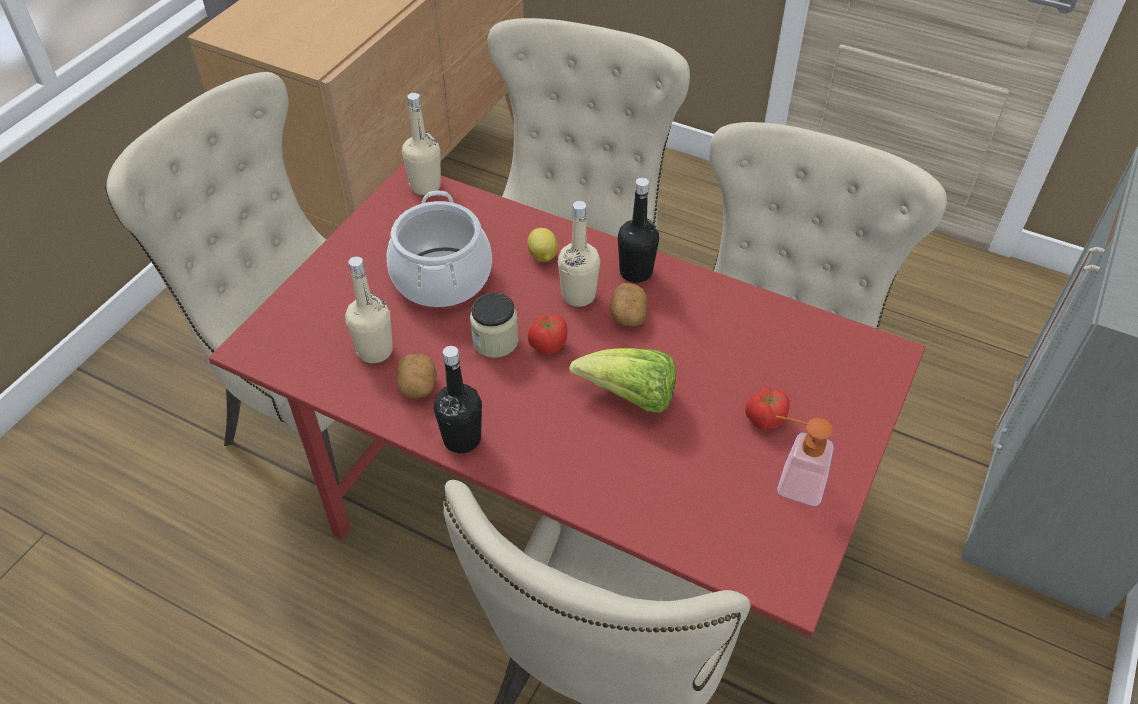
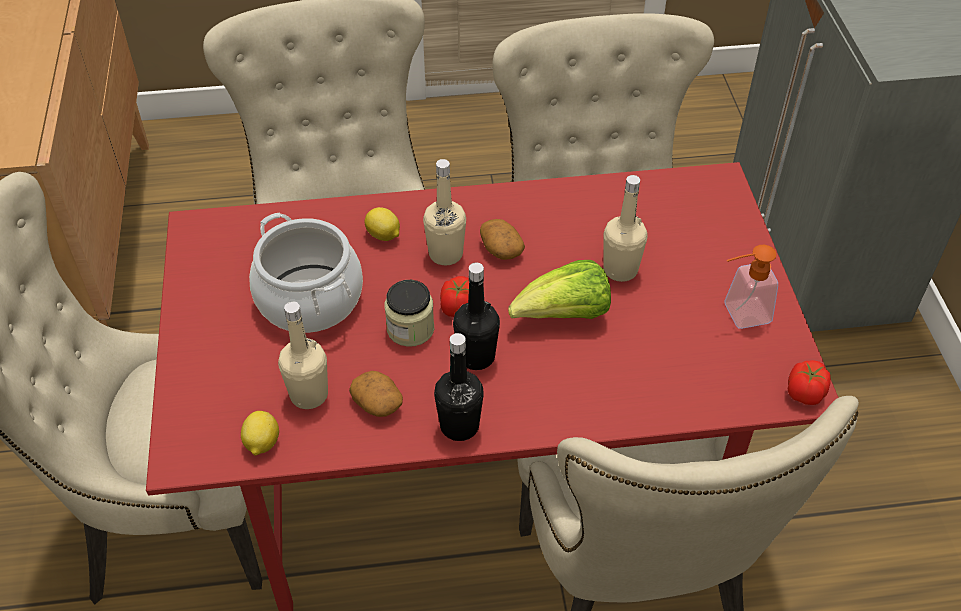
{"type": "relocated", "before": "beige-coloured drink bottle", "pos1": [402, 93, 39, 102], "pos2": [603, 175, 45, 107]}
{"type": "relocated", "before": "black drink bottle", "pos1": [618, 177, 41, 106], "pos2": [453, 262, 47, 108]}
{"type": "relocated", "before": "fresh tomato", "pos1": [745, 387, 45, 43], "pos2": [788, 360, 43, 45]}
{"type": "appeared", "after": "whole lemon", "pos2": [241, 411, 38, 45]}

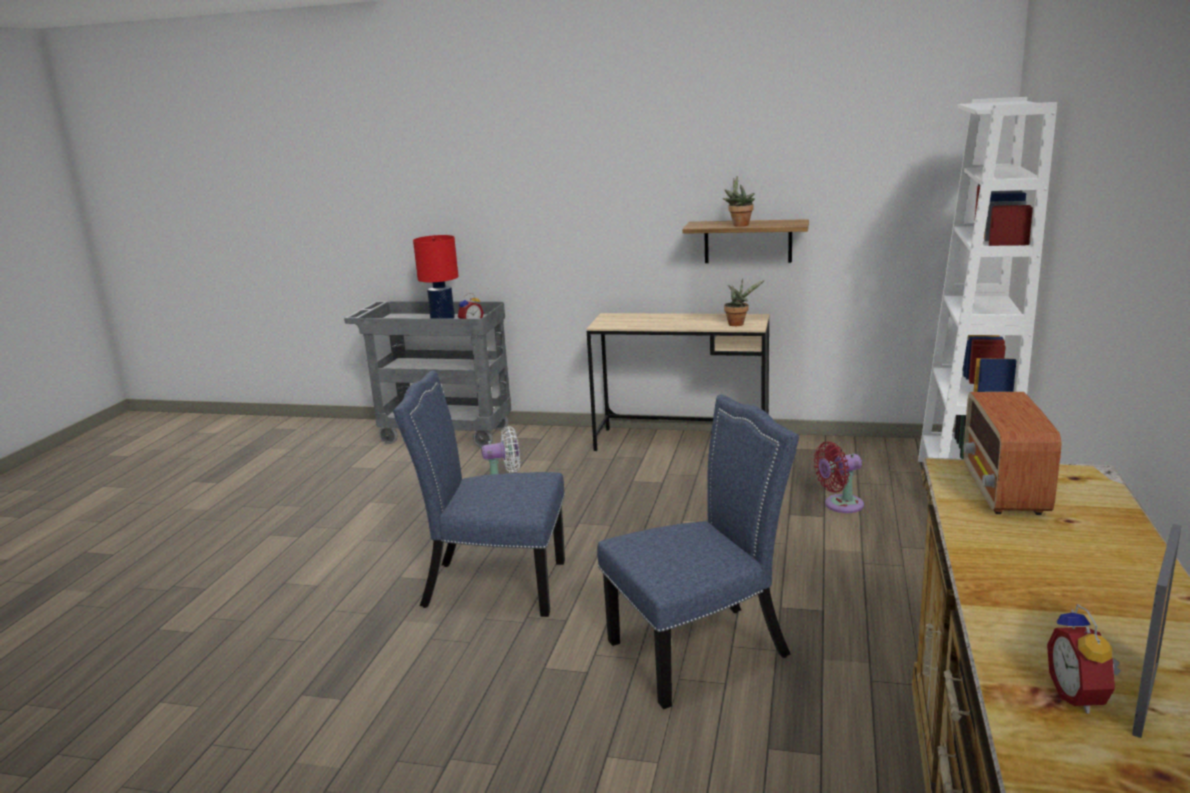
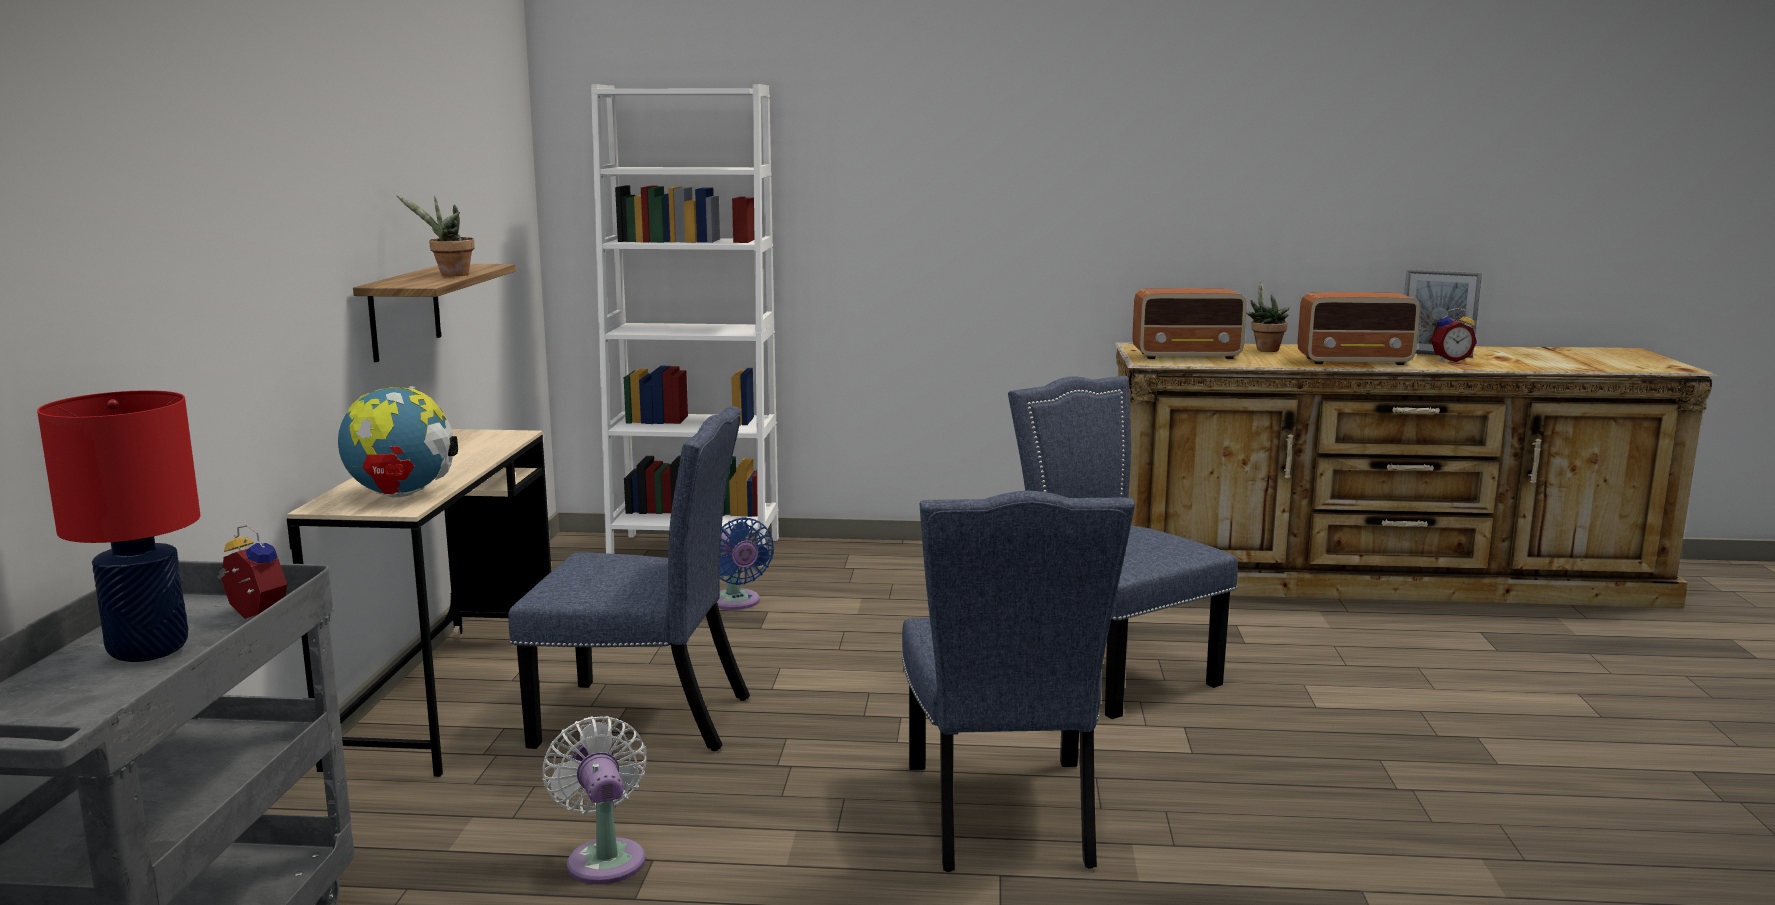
{"type": "relocated", "before": "houseplant", "pos1": [724, 279, 41, 47], "pos2": [1246, 282, 44, 70]}
{"type": "colour", "before": "red-coloured electric fan", "after": "bluish electric fan", "pos1": [814, 442, 50, 71], "pos2": [717, 517, 57, 93]}
{"type": "appeared", "after": "radio", "pos2": [1297, 292, 123, 73]}
{"type": "appeared", "after": "globe", "pos2": [338, 386, 120, 111]}
{"type": "appeared", "after": "bluish plain chair", "pos2": [509, 406, 241, 345]}

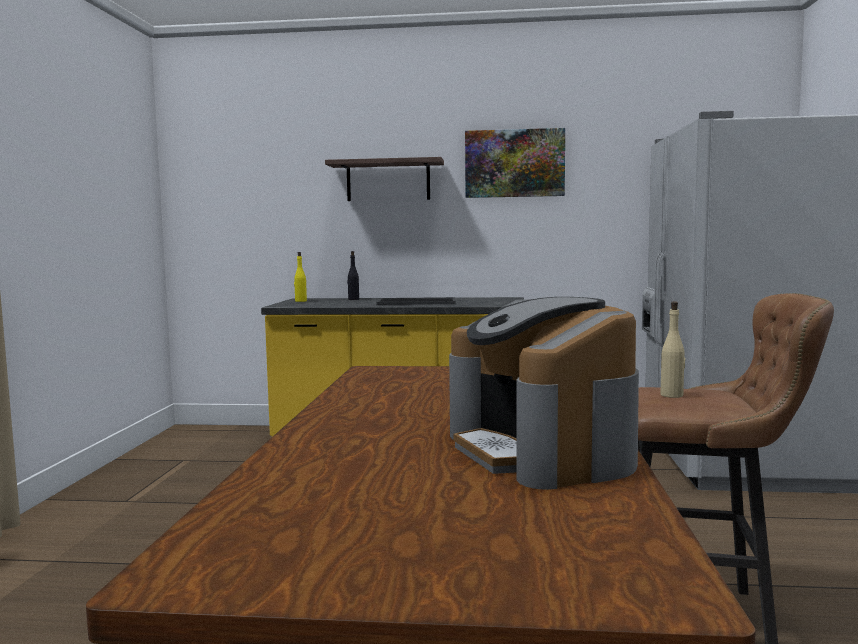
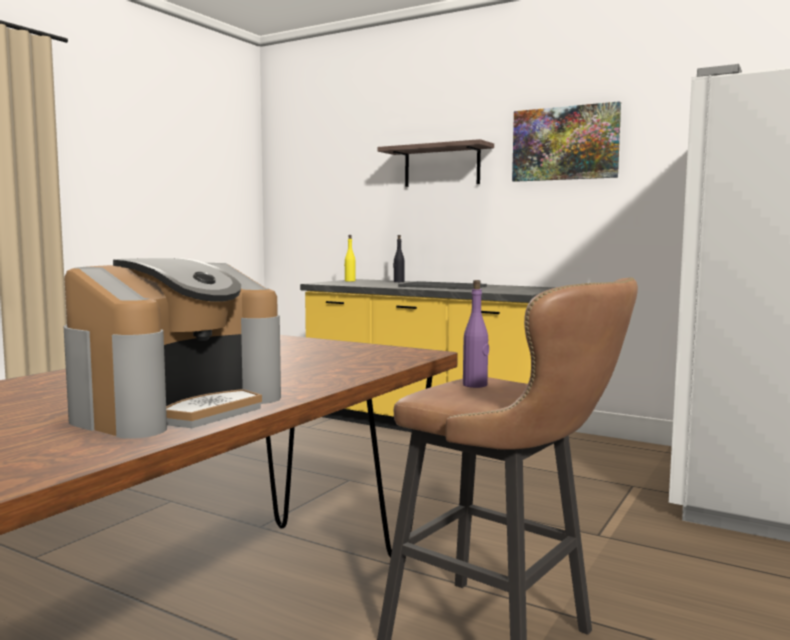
{"type": "spun", "before": "coffee brewer", "pos1": [449, 297, 190, 193], "pos2": [64, 258, 217, 181], "turn": -150}
{"type": "colour", "before": "beige-coloured drink bottle", "after": "purple-coloured drink bottle", "pos1": [660, 301, 25, 97], "pos2": [463, 280, 26, 108]}

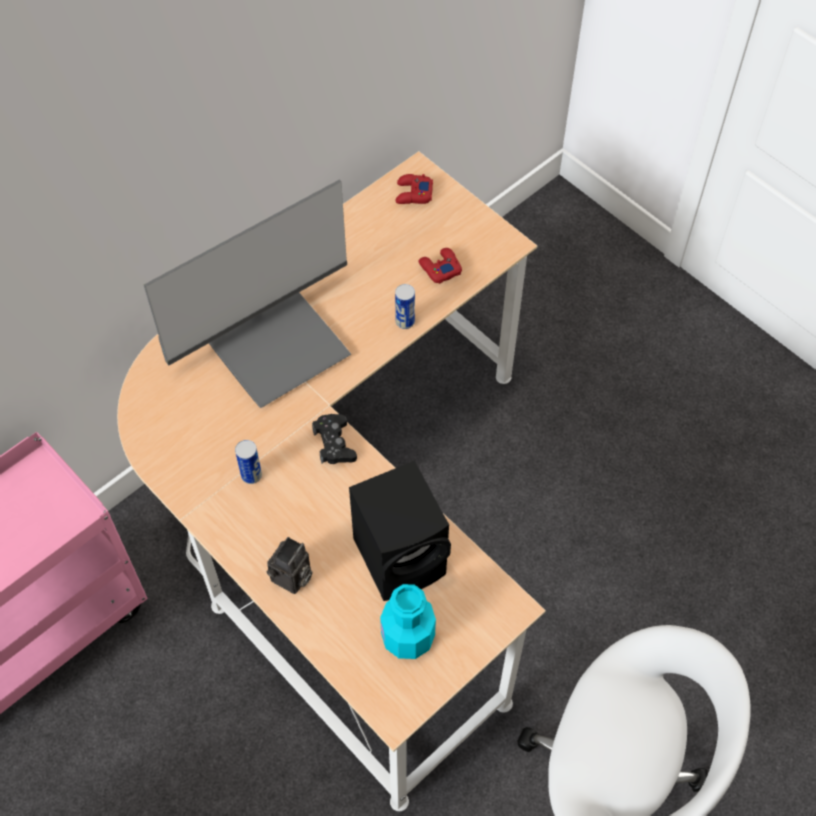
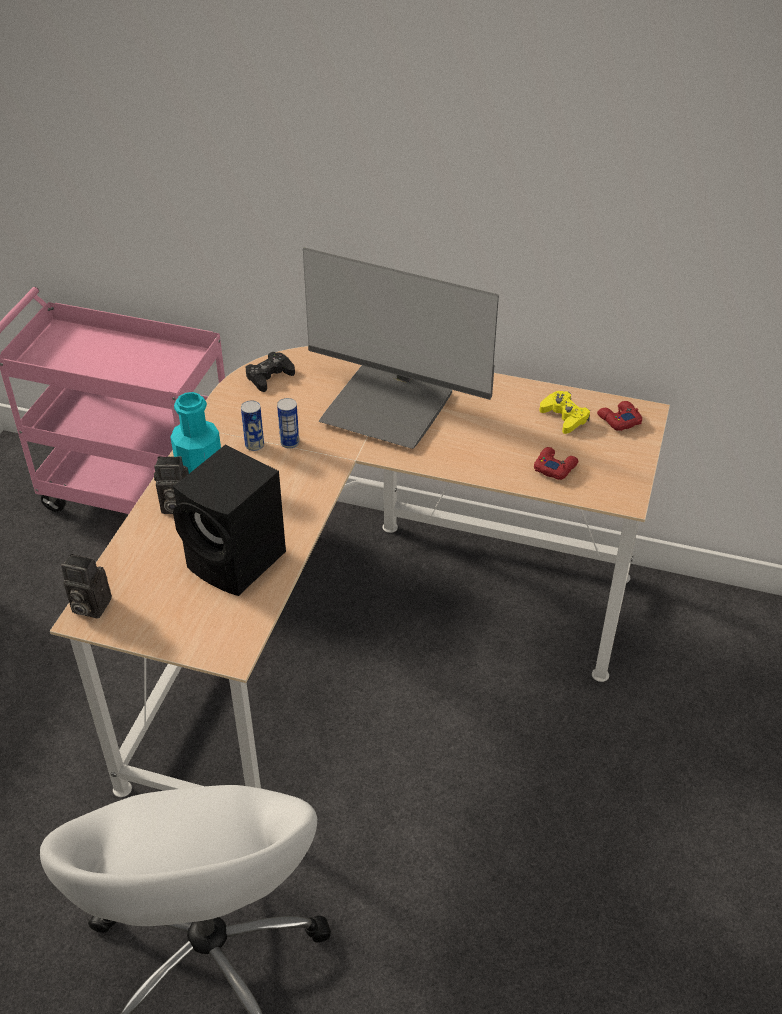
{"type": "relocated", "before": "sealed can", "pos1": [395, 284, 20, 45], "pos2": [277, 398, 22, 51]}
{"type": "relocated", "before": "black game controller", "pos1": [312, 414, 45, 50], "pos2": [246, 352, 49, 40]}
{"type": "relocated", "before": "turquoise drink bottle", "pos1": [380, 584, 56, 75], "pos2": [170, 392, 51, 81]}
{"type": "appeared", "after": "yellow-coloured game controller", "pos2": [539, 391, 51, 43]}
{"type": "appeared", "after": "still camera", "pos2": [61, 554, 51, 64]}

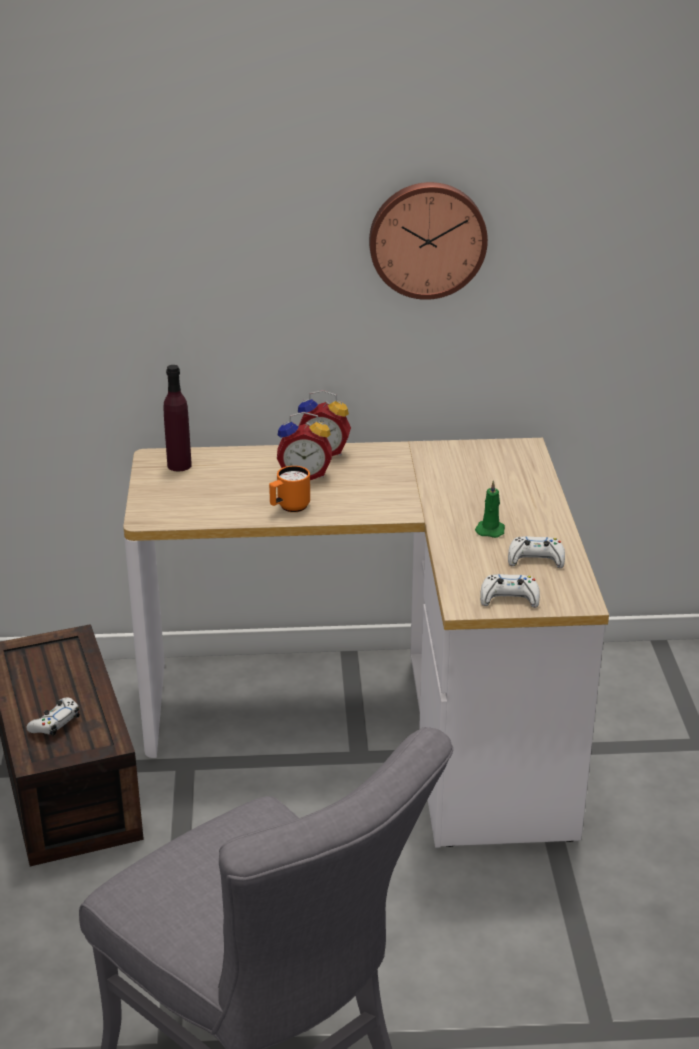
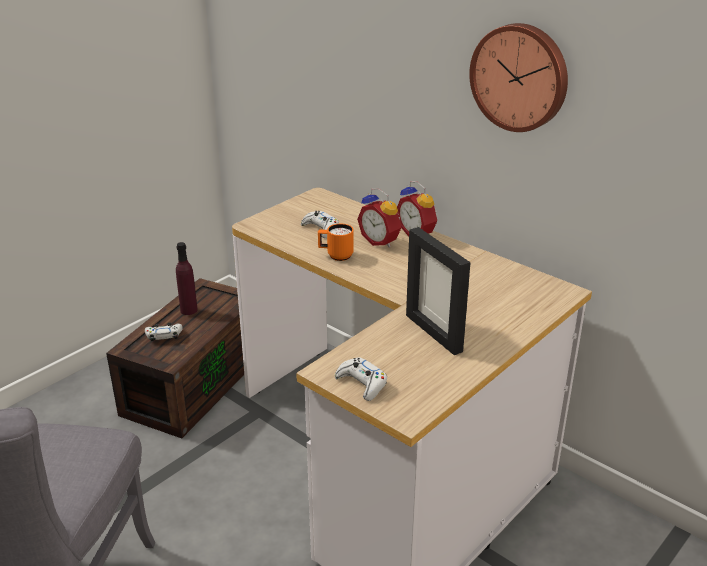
{"type": "relocated", "before": "purple-coloured drink bottle", "pos1": [163, 365, 29, 106], "pos2": [176, 242, 22, 73]}
{"type": "exchanged", "before": "greenish wax light", "after": "standing frame", "pos1": [475, 480, 30, 58], "pos2": [406, 227, 65, 128]}
{"type": "relocated", "before": "whitish game controller", "pos1": [508, 536, 57, 32], "pos2": [301, 211, 38, 27]}

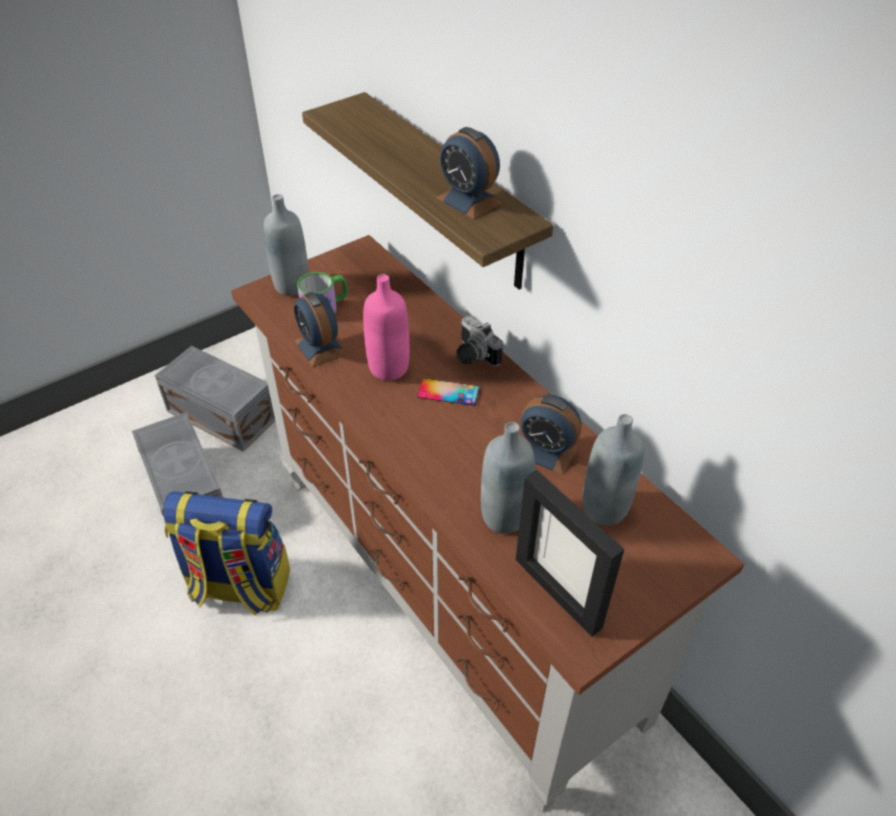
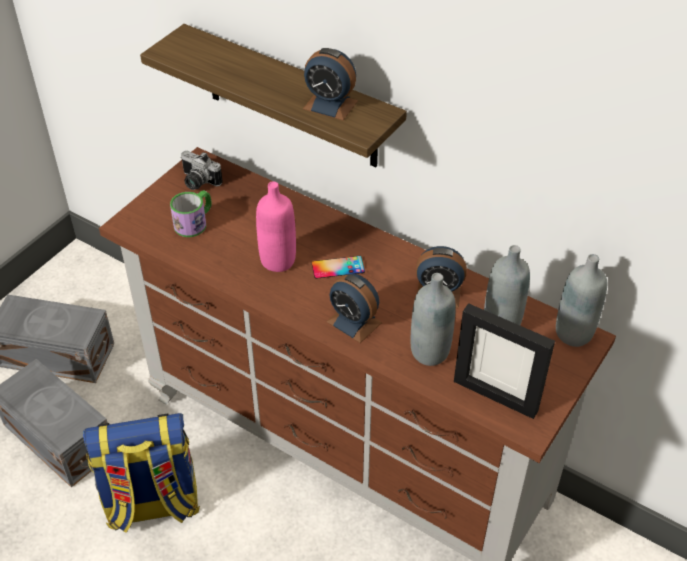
{"type": "relocated", "before": "grey drink bottle", "pos1": [263, 194, 46, 102], "pos2": [556, 254, 51, 93]}
{"type": "relocated", "before": "alarm clock", "pos1": [294, 292, 52, 75], "pos2": [326, 274, 56, 69]}
{"type": "relocated", "before": "still camera", "pos1": [456, 316, 47, 51], "pos2": [181, 151, 42, 39]}

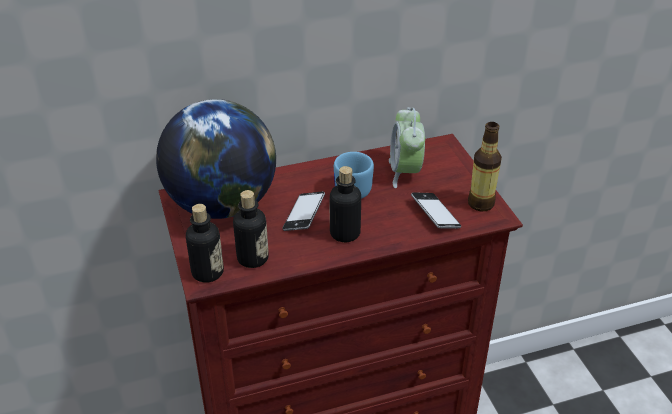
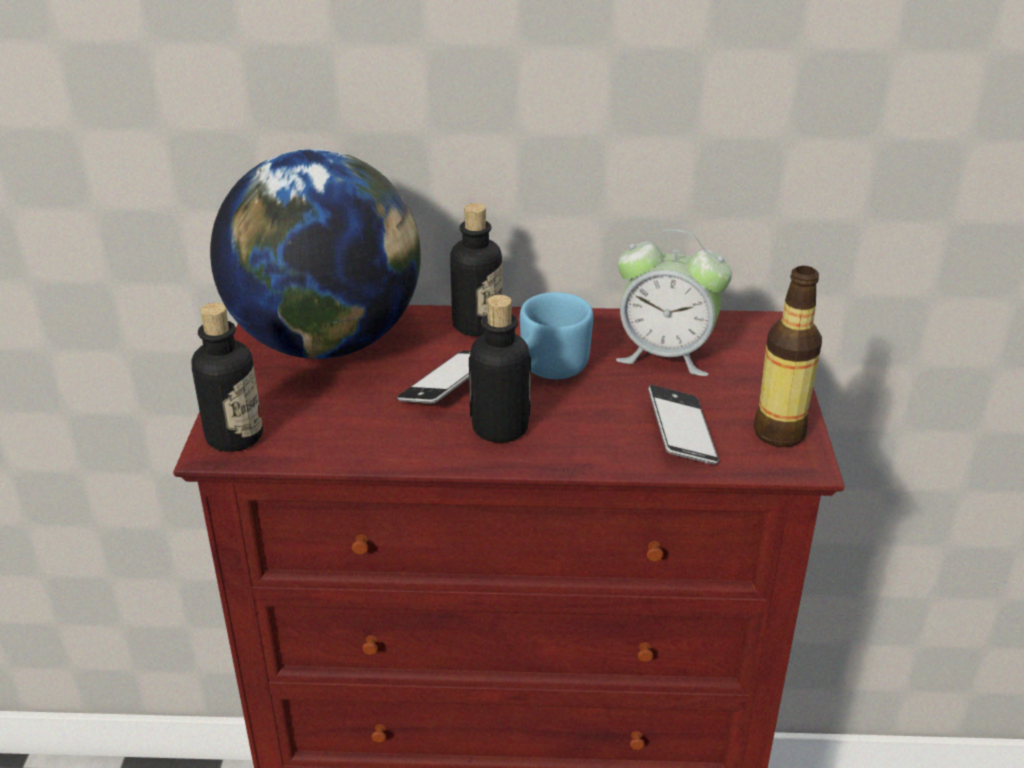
{"type": "spun", "before": "alarm clock", "pos1": [389, 107, 36, 81], "pos2": [616, 229, 116, 147], "turn": -90}
{"type": "relocated", "before": "drink bottle", "pos1": [233, 190, 36, 78], "pos2": [450, 203, 52, 133]}

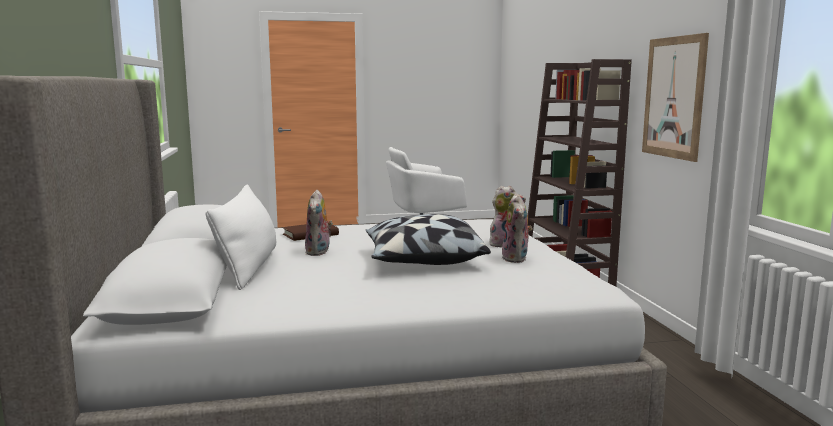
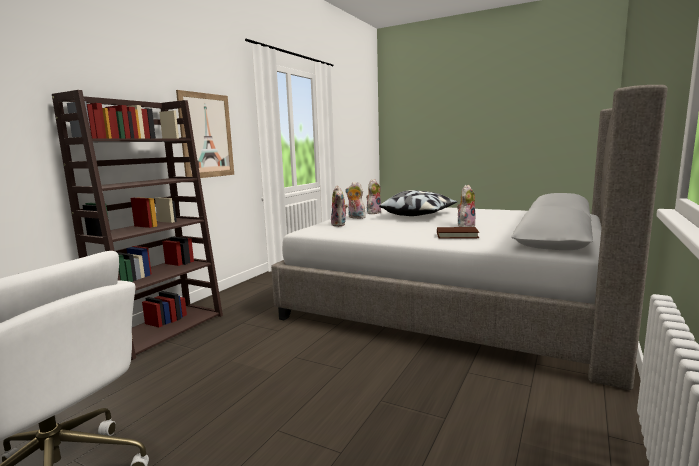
{"type": "missing", "before": "whitish cushion", "pos1": [206, 185, 70, 105]}
{"type": "appeared", "after": "cuddly toy", "pos2": [331, 186, 17, 41]}

